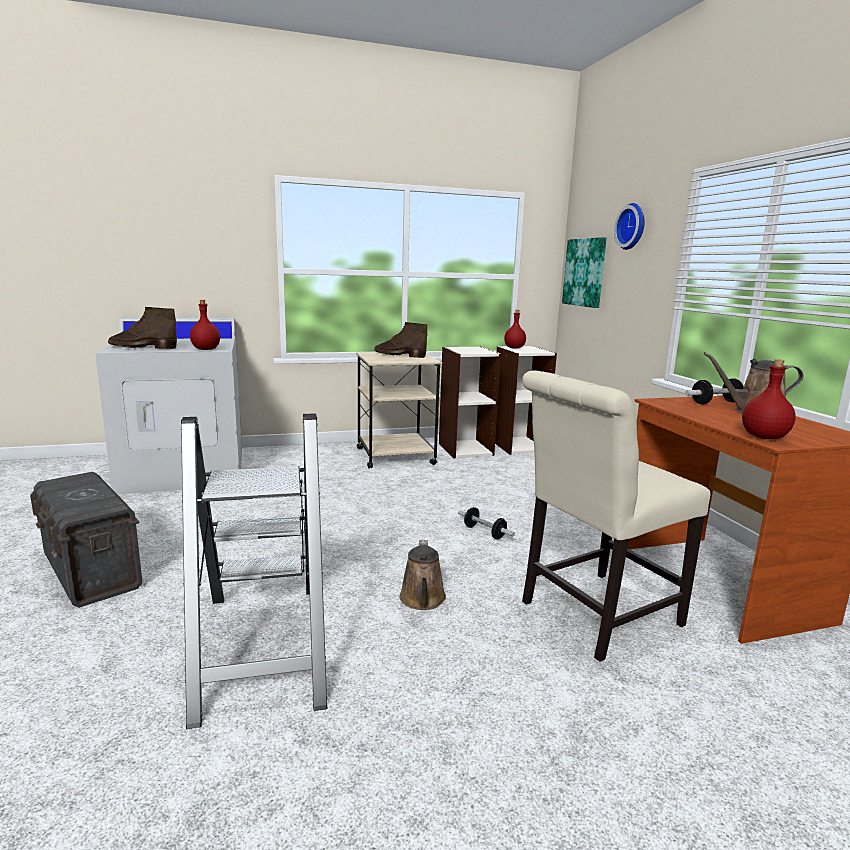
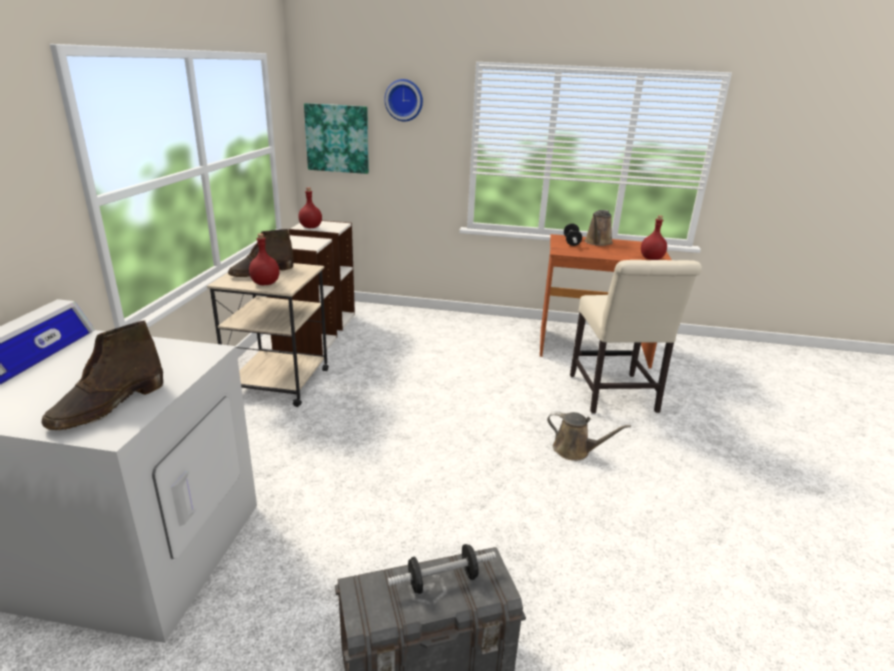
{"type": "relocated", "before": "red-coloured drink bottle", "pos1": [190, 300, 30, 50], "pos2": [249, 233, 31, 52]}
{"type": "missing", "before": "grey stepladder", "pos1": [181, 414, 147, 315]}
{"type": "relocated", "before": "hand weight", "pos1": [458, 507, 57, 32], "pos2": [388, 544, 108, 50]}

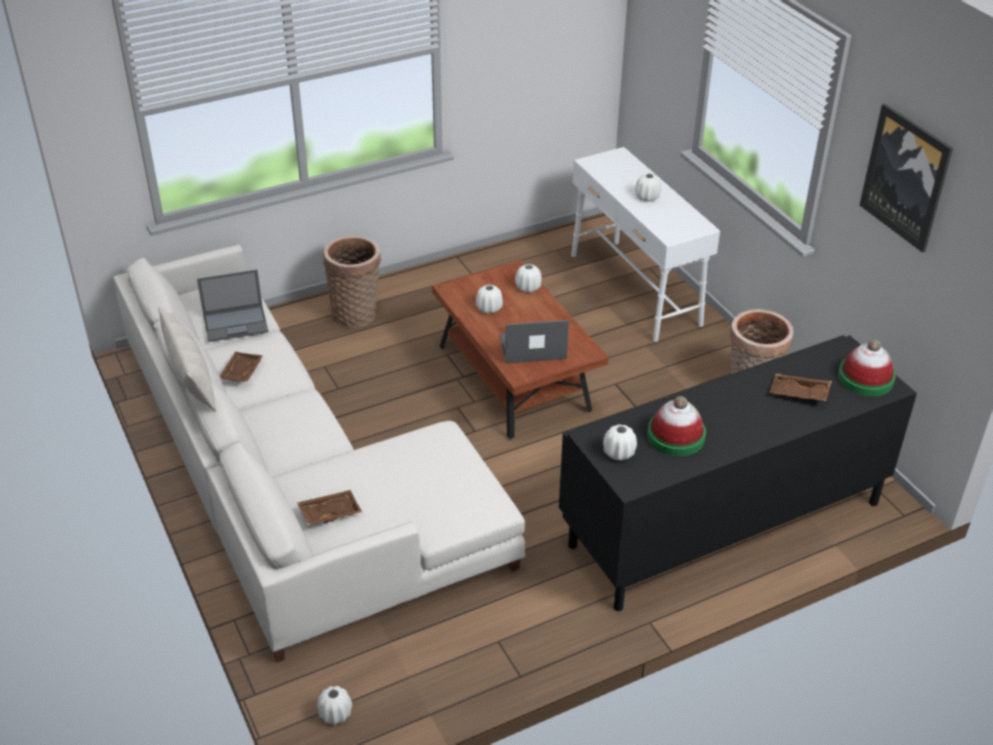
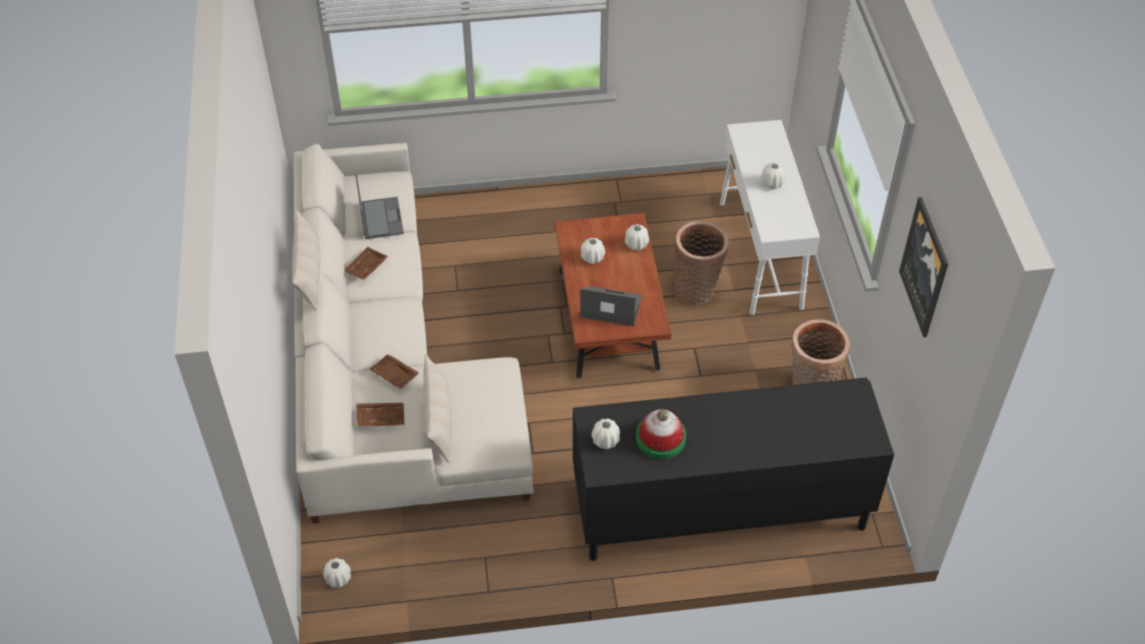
{"type": "relocated", "before": "household basket", "pos1": [323, 236, 58, 93], "pos2": [674, 221, 55, 85]}
{"type": "spun", "before": "portable computer", "pos1": [197, 270, 71, 72], "pos2": [355, 174, 49, 65], "turn": -105}
{"type": "missing", "before": "clothing hat", "pos1": [838, 339, 58, 58]}
{"type": "relocated", "before": "brown carrying tray", "pos1": [769, 374, 63, 27], "pos2": [369, 354, 50, 35]}
{"type": "appeared", "after": "beige-coloured cushion", "pos2": [423, 354, 29, 109]}

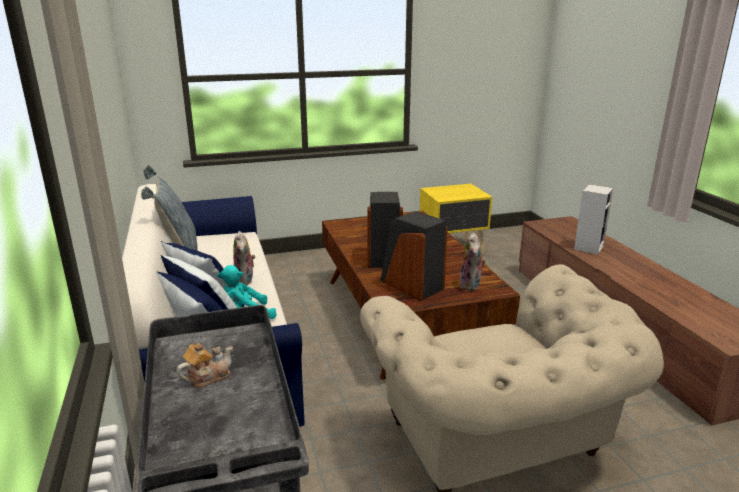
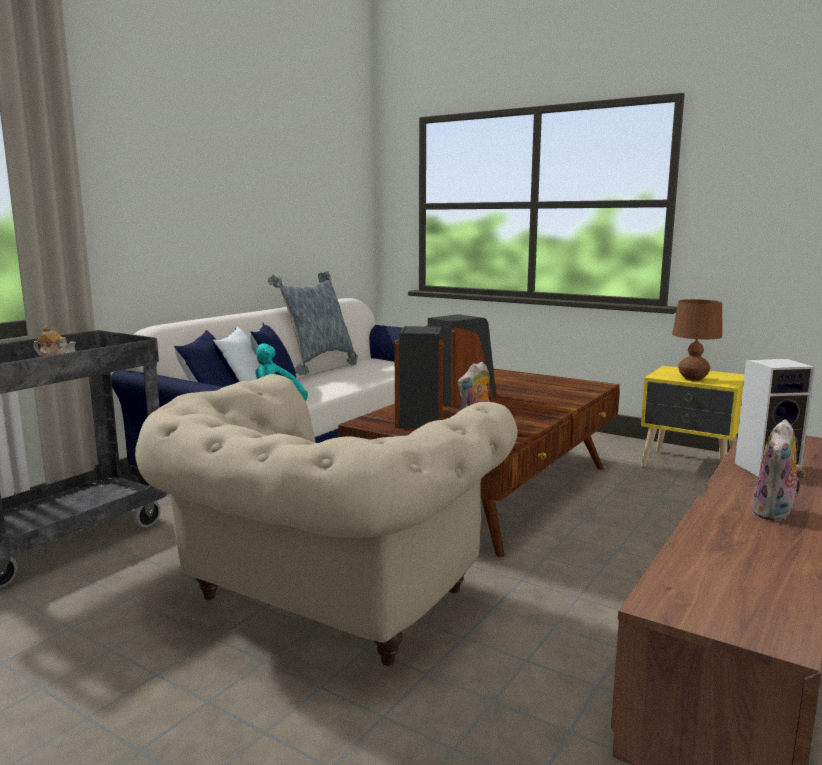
{"type": "relocated", "before": "cuddly toy", "pos1": [233, 231, 22, 54], "pos2": [752, 419, 54, 102]}
{"type": "appeared", "after": "brown table lamp", "pos2": [672, 299, 50, 82]}

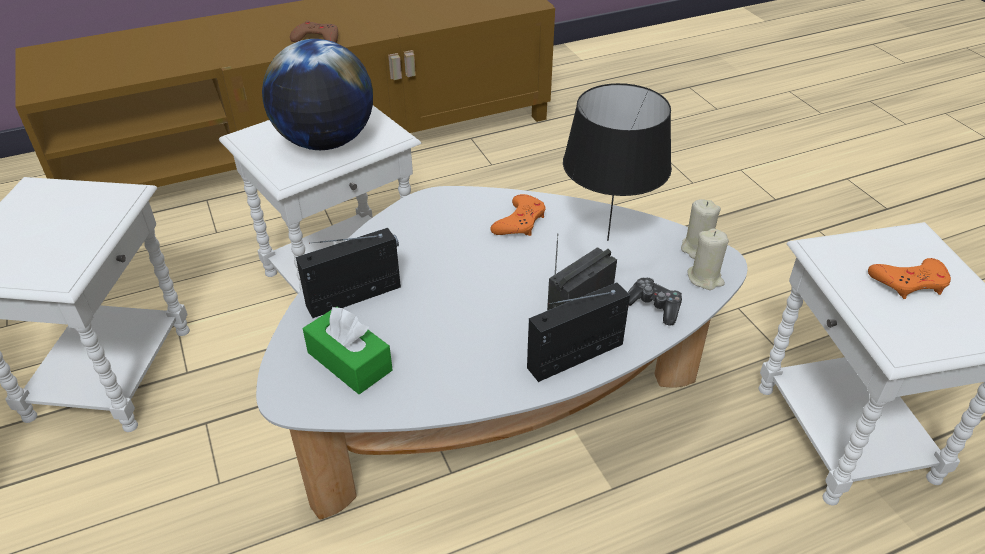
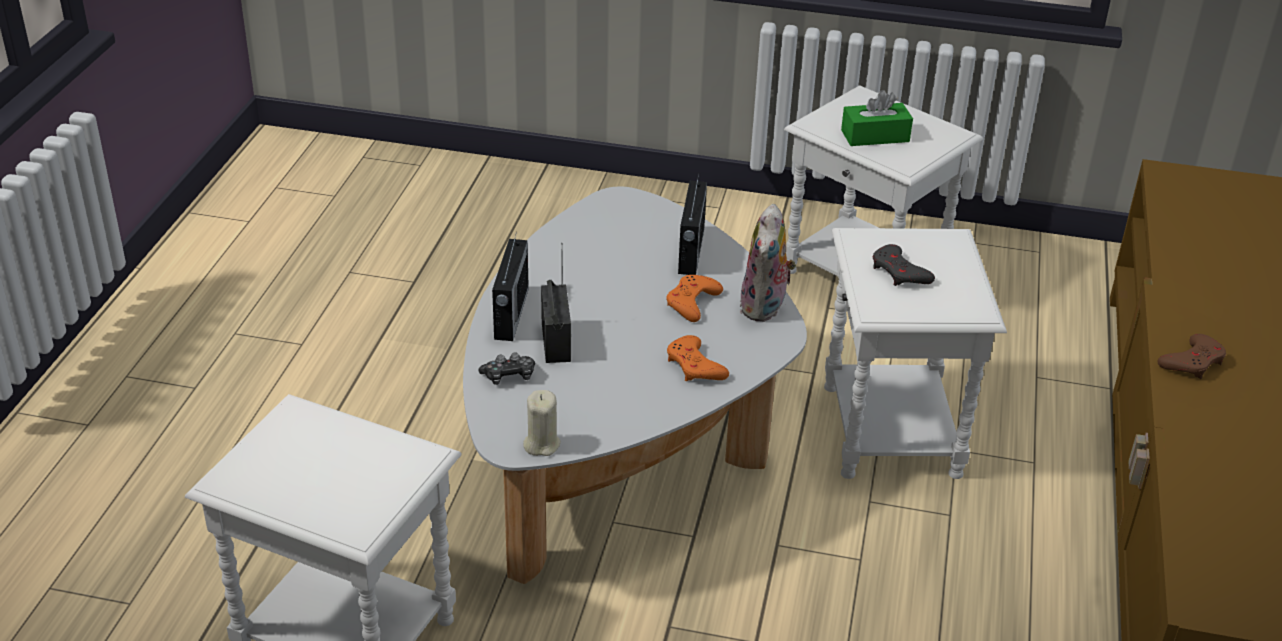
{"type": "exchanged", "before": "globe", "after": "grey game controller", "pos1": [262, 39, 111, 111], "pos2": [873, 244, 62, 42]}
{"type": "missing", "before": "black table lamp", "pos1": [563, 83, 109, 158]}
{"type": "missing", "before": "beige-coloured wax light", "pos1": [687, 228, 42, 62]}
{"type": "relocated", "before": "orangey game controller", "pos1": [868, 258, 83, 41], "pos2": [666, 275, 57, 47]}
{"type": "relocated", "before": "greenish tissue box", "pos1": [303, 307, 90, 87], "pos2": [841, 90, 72, 56]}
{"type": "appeared", "after": "cuddly toy", "pos2": [740, 204, 56, 118]}

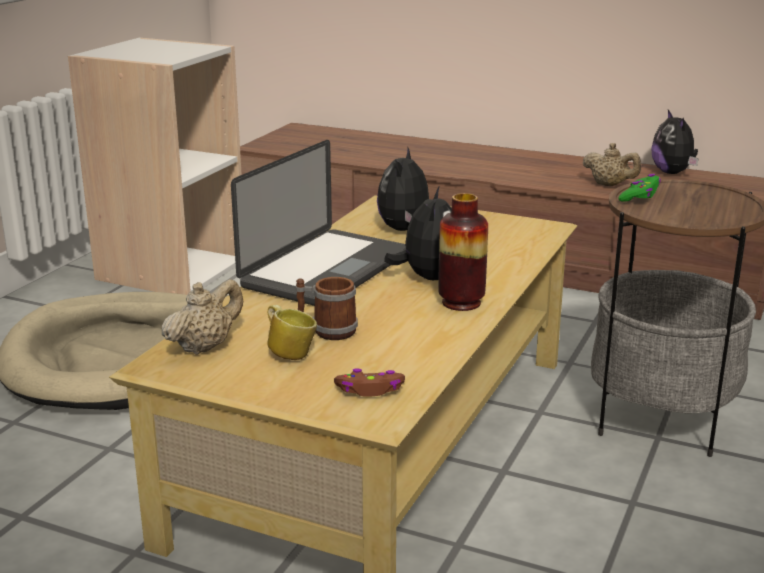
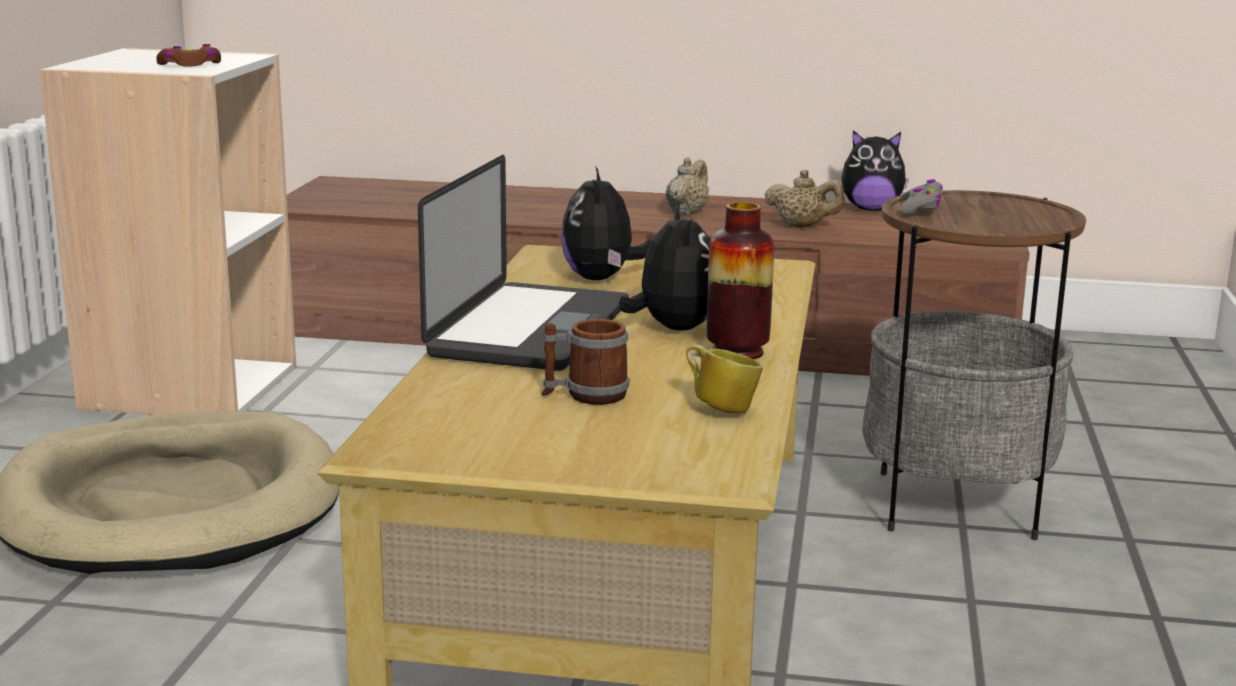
{"type": "spun", "before": "cuddly toy", "pos1": [651, 110, 48, 64], "pos2": [841, 130, 68, 80], "turn": -60}
{"type": "colour", "before": "greenish game controller", "after": "grey game controller", "pos1": [618, 174, 43, 28], "pos2": [899, 179, 44, 35]}
{"type": "relocated", "before": "beige-coloured tea pot", "pos1": [162, 279, 81, 76], "pos2": [666, 157, 43, 58]}
{"type": "relocated", "before": "mug", "pos1": [267, 305, 50, 55], "pos2": [686, 345, 77, 69]}
{"type": "relocated", "before": "brown game controller", "pos1": [334, 369, 71, 27], "pos2": [156, 44, 65, 23]}

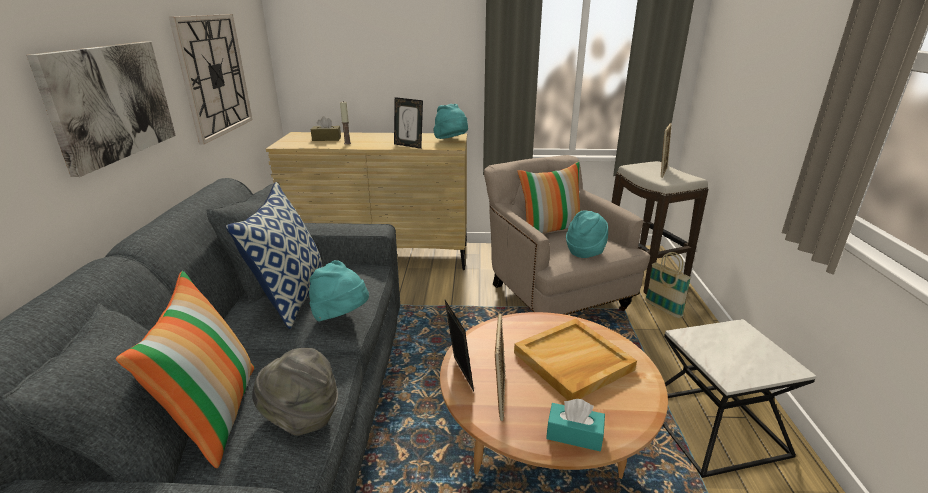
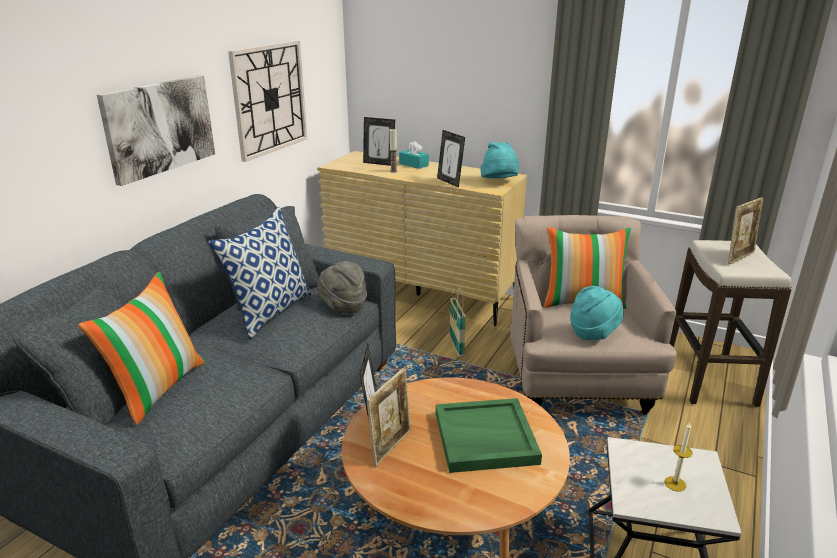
{"type": "exchanged", "before": "brown tissue box", "after": "standing frame", "pos1": [311, 116, 30, 25], "pos2": [363, 117, 32, 49]}
{"type": "relocated", "before": "household basket", "pos1": [645, 252, 46, 66], "pos2": [449, 288, 17, 69]}
{"type": "missing", "before": "turquoise clothing hat", "pos1": [309, 260, 60, 62]}
{"type": "colour", "before": "beige-coloured carrying tray", "after": "greenish carrying tray", "pos1": [514, 319, 123, 82], "pos2": [436, 398, 106, 75]}
{"type": "relocated", "before": "grey clothing hat", "pos1": [252, 348, 86, 88], "pos2": [317, 261, 50, 53]}
{"type": "relocated", "before": "turquoise tissue box", "pos1": [546, 399, 59, 52], "pos2": [399, 141, 30, 28]}
{"type": "appeared", "after": "wax light", "pos2": [664, 422, 29, 70]}

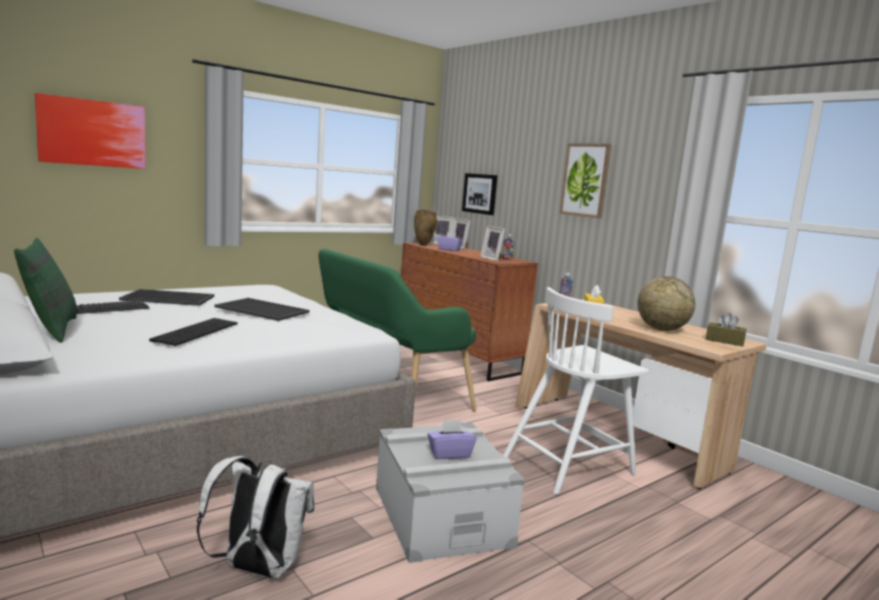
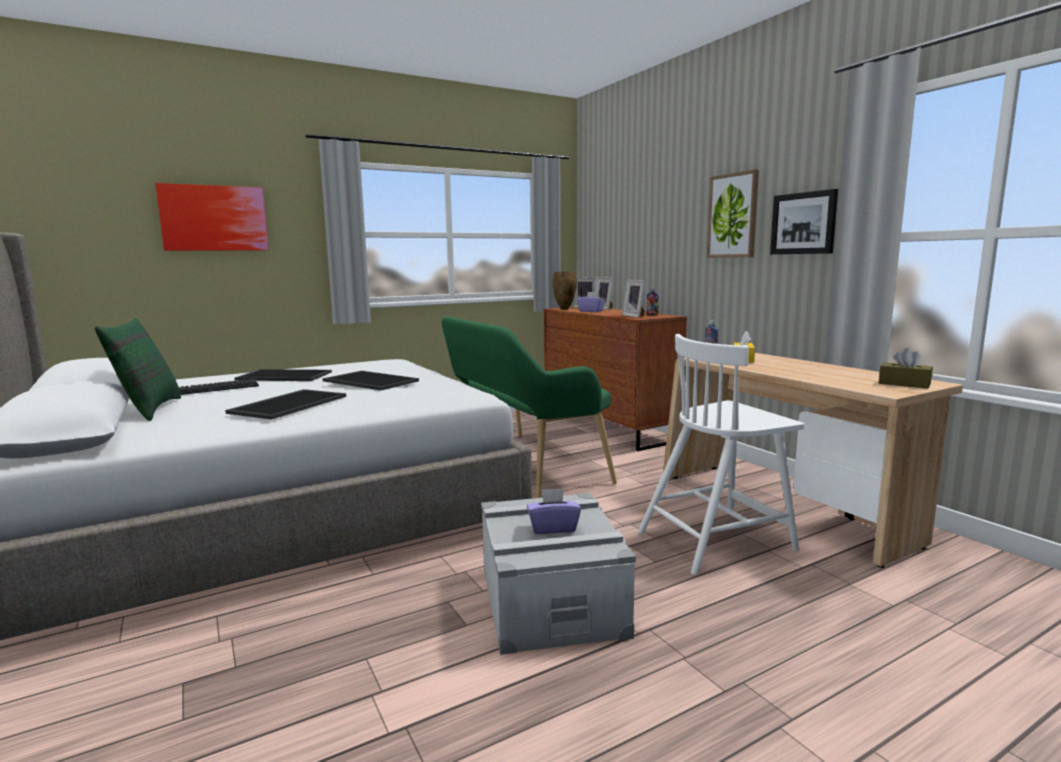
{"type": "relocated", "before": "picture", "pos1": [462, 173, 35, 42], "pos2": [770, 189, 68, 65]}
{"type": "missing", "before": "globe", "pos1": [638, 276, 57, 55]}
{"type": "exchanged", "before": "keyboard", "after": "carrying tray", "pos1": [149, 318, 89, 28], "pos2": [225, 389, 121, 31]}
{"type": "missing", "before": "whitish rucksack", "pos1": [197, 456, 117, 122]}

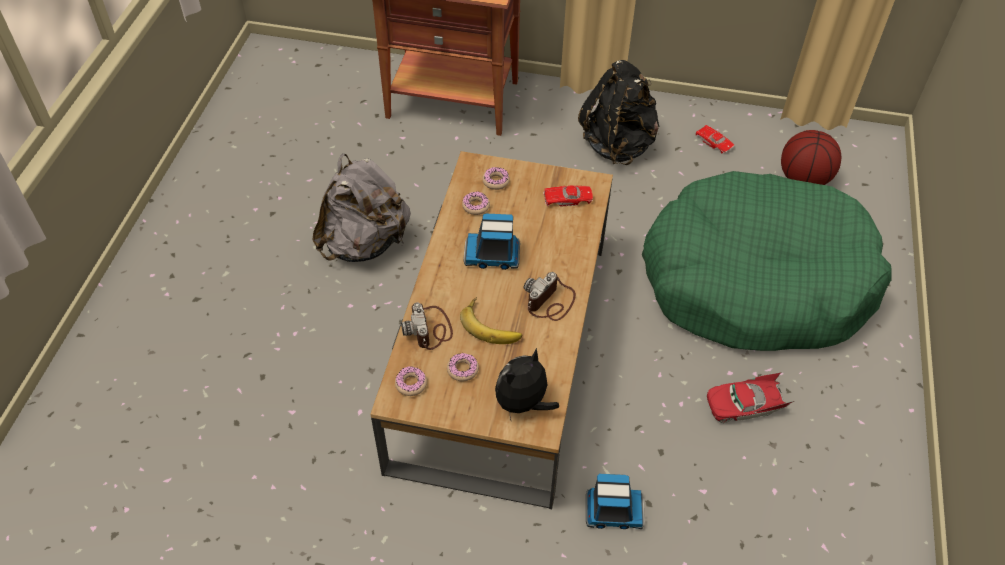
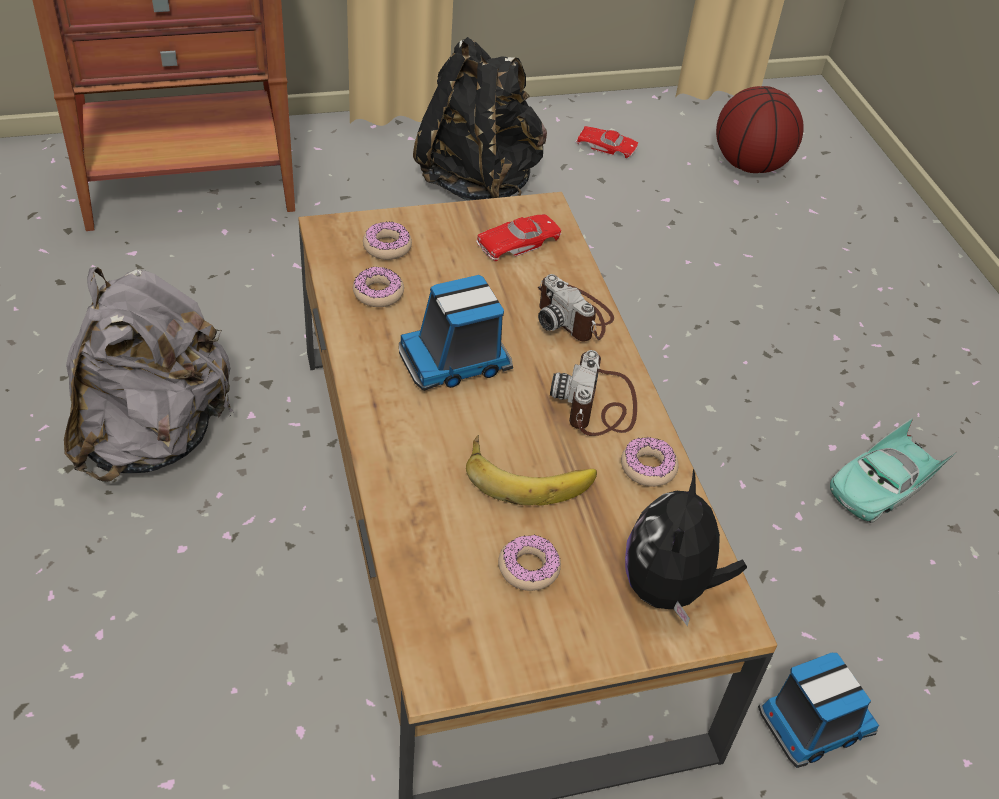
{"type": "missing", "before": "greenish dog cushion", "pos1": [642, 171, 250, 180]}
{"type": "relocated", "before": "still camera", "pos1": [401, 302, 52, 48], "pos2": [538, 274, 76, 67]}
{"type": "relocated", "before": "ring doughnut", "pos1": [395, 366, 32, 30], "pos2": [621, 437, 58, 50]}
{"type": "colour", "before": "red-coloured toy car", "after": "turquoise toy car", "pos1": [706, 372, 88, 51], "pos2": [830, 418, 128, 105]}

